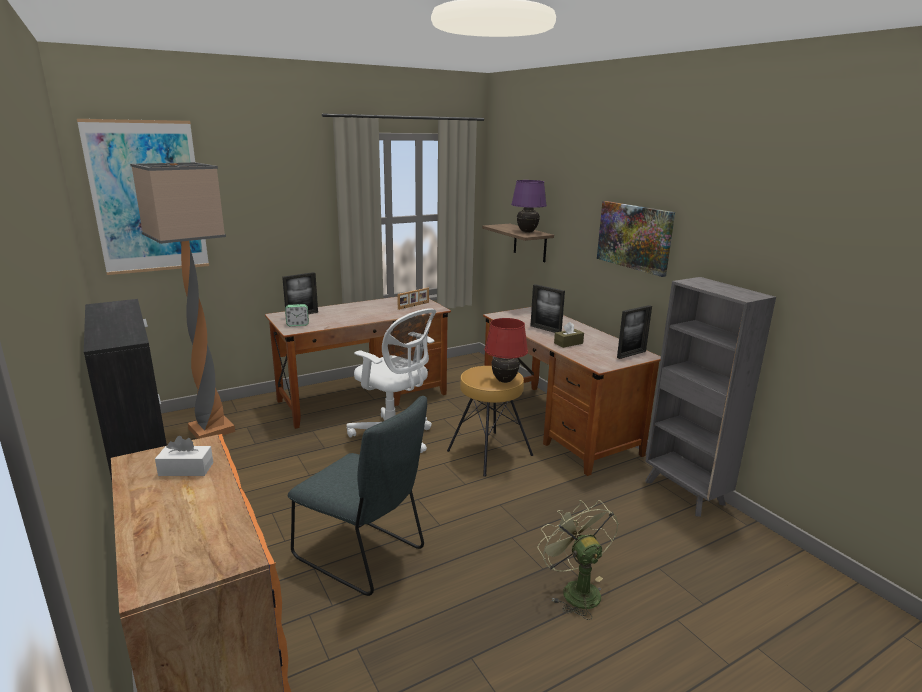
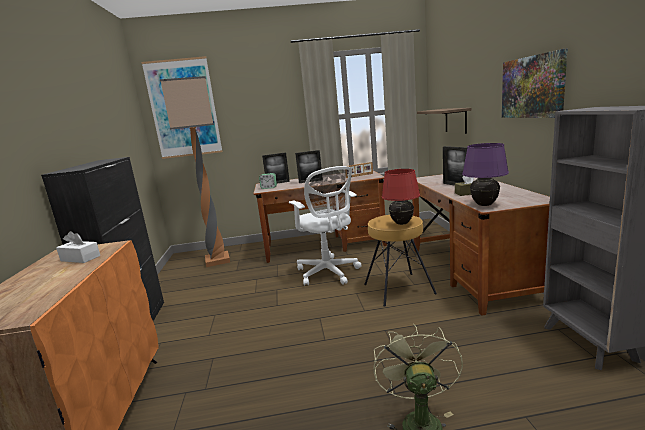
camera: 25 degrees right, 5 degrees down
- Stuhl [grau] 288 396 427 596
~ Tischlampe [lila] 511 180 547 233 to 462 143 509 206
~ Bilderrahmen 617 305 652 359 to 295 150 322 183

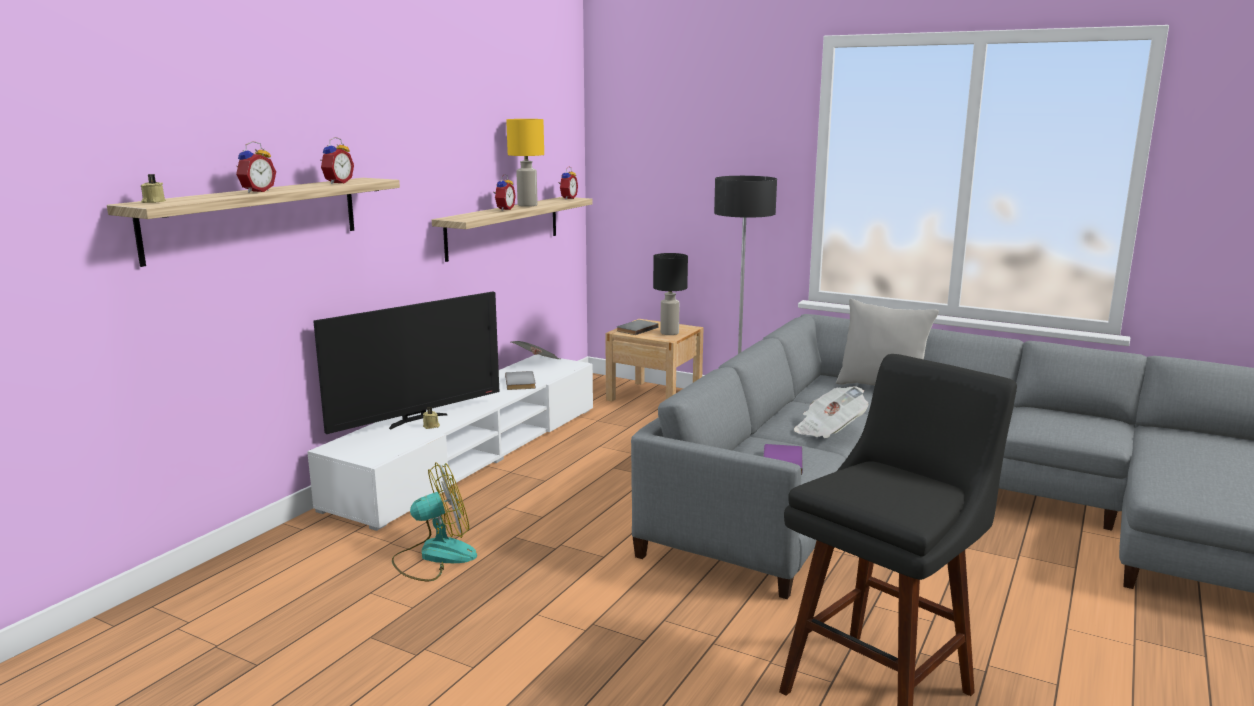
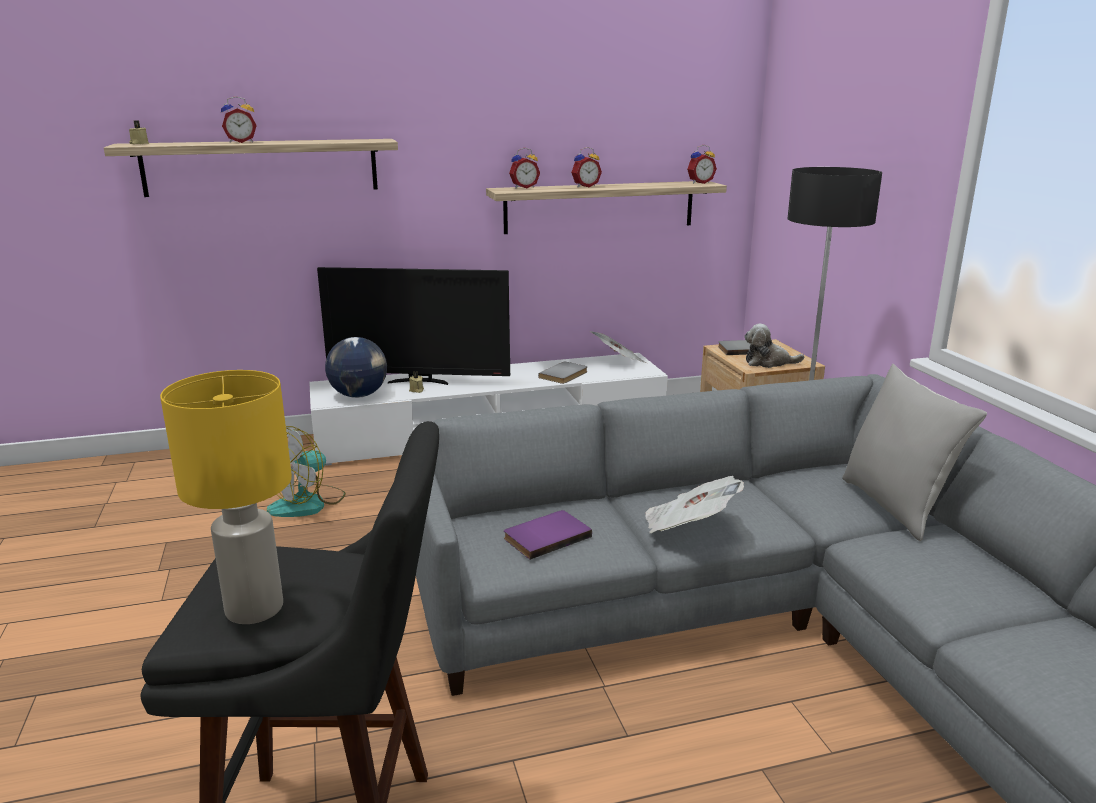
camera: 45 degrees right, 5 degrees up
+ Globus 325 337 387 398
~ Wecker 320 137 354 184 to 509 148 540 188
~ Tischlampe [gelb] 506 119 544 207 to 160 370 292 624
~ Tischlampe [schwarz] 653 253 688 335 to Plüschtier 744 324 804 368
~ Ventilator 392 462 477 581 = 267 426 346 517 105 degrees clockwise

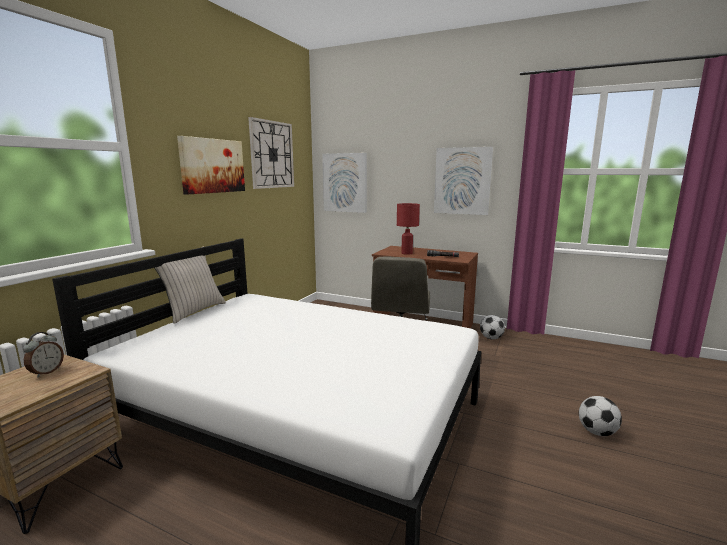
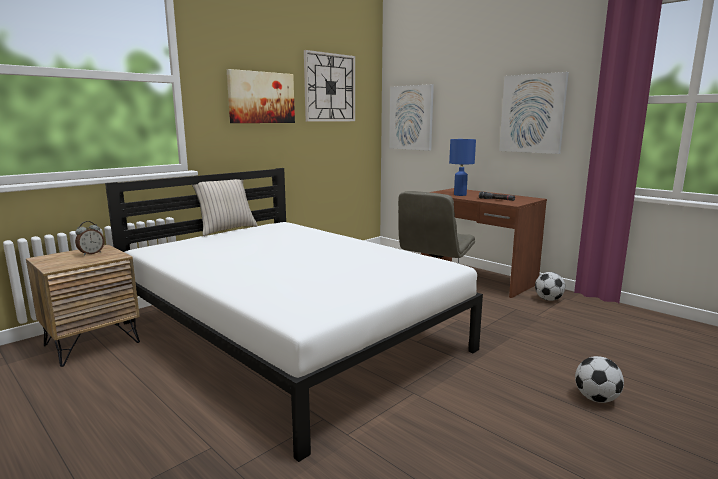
camera: 20 degrees right, 0 degrees up
~ Tischlampe [rot] 397 203 420 255 to Tischlampe [blau] 449 139 476 196

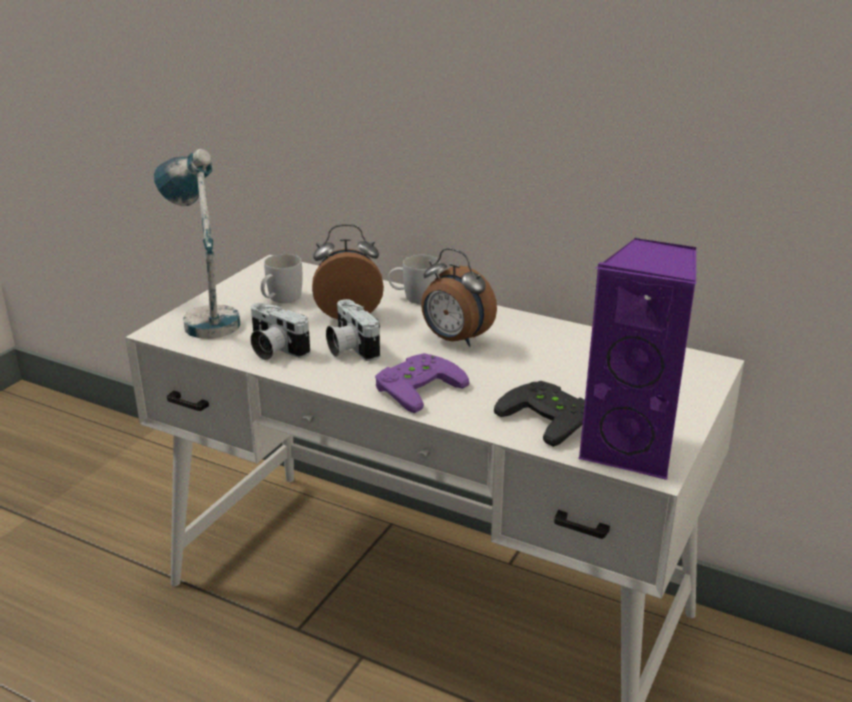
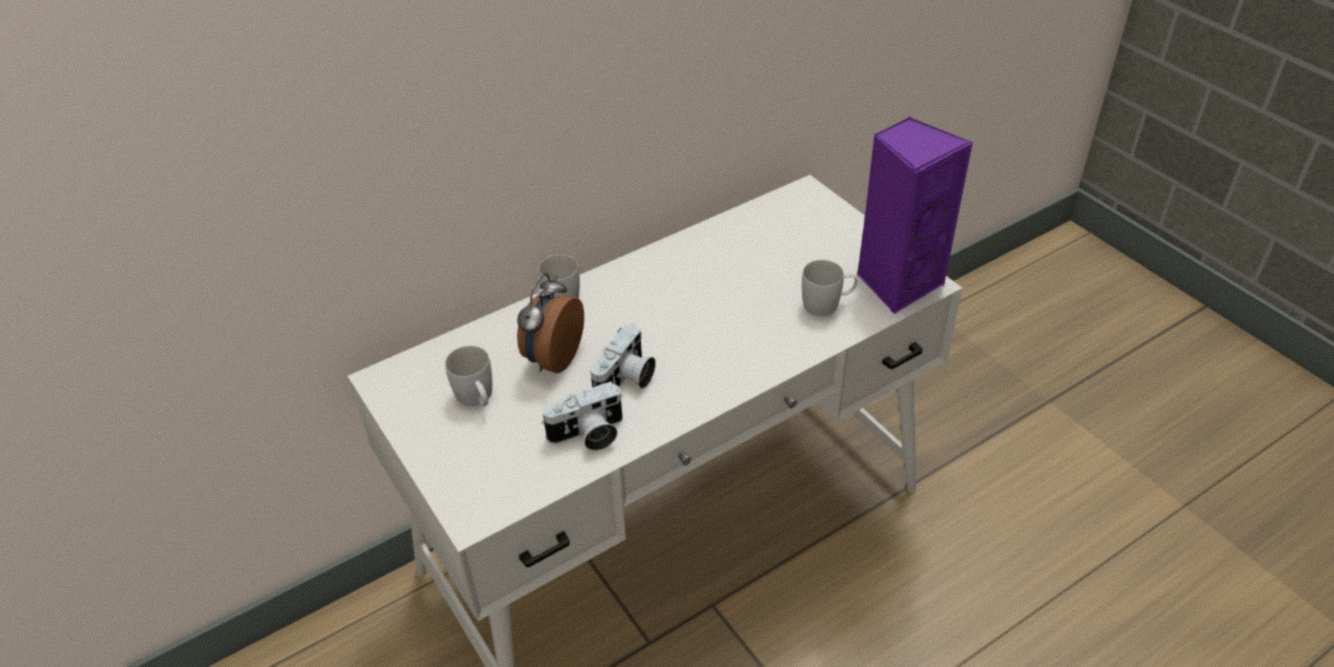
camera: 60 degrees left, 15 degrees up
- Tischlampe 154 149 241 339
- Gamepad [lila] 375 353 469 413
- Wecker 421 248 497 347
~ Gamepad [schwarz] 494 381 585 447 to Henkelbecher [weiß] 802 260 857 316
~ Kamera 326 299 380 361 = 590 325 656 388 60 degrees counterclockwise

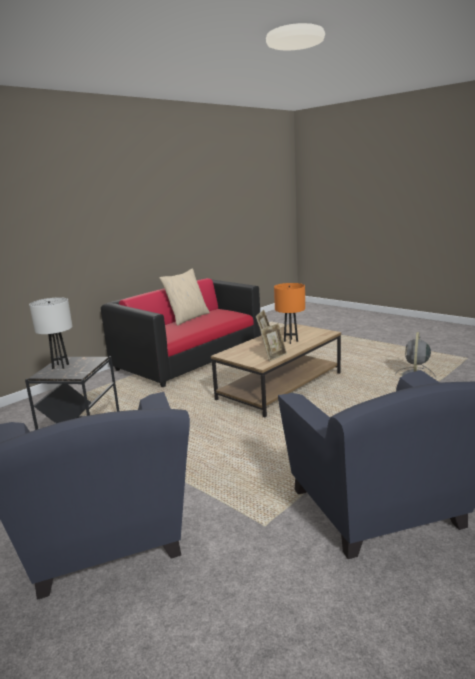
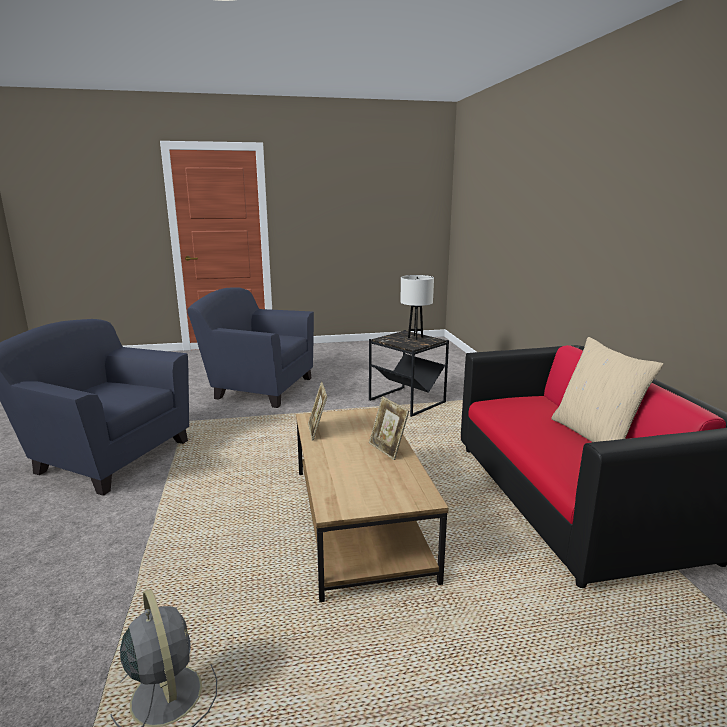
camera: 125 degrees right, 0 degrees up
- Tischlampe [orange] 274 283 305 344

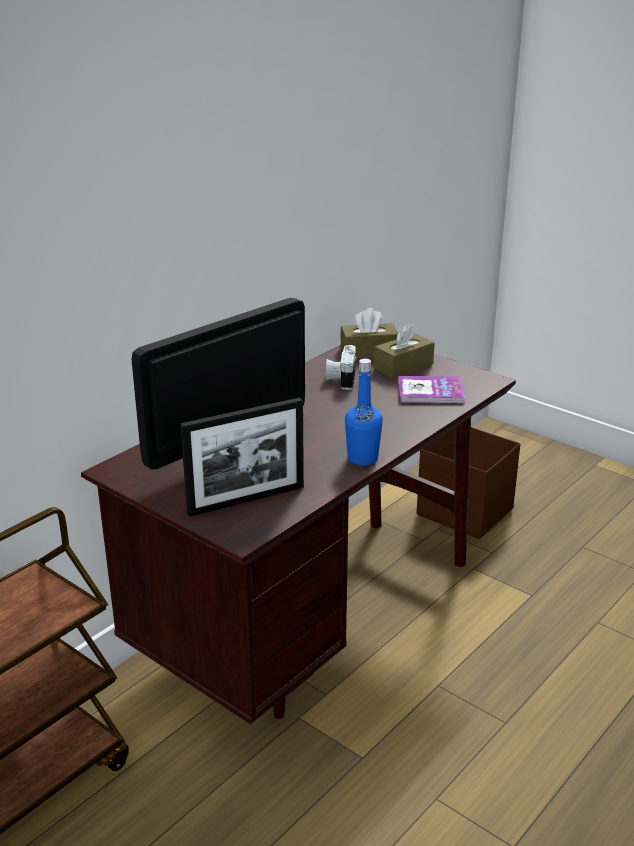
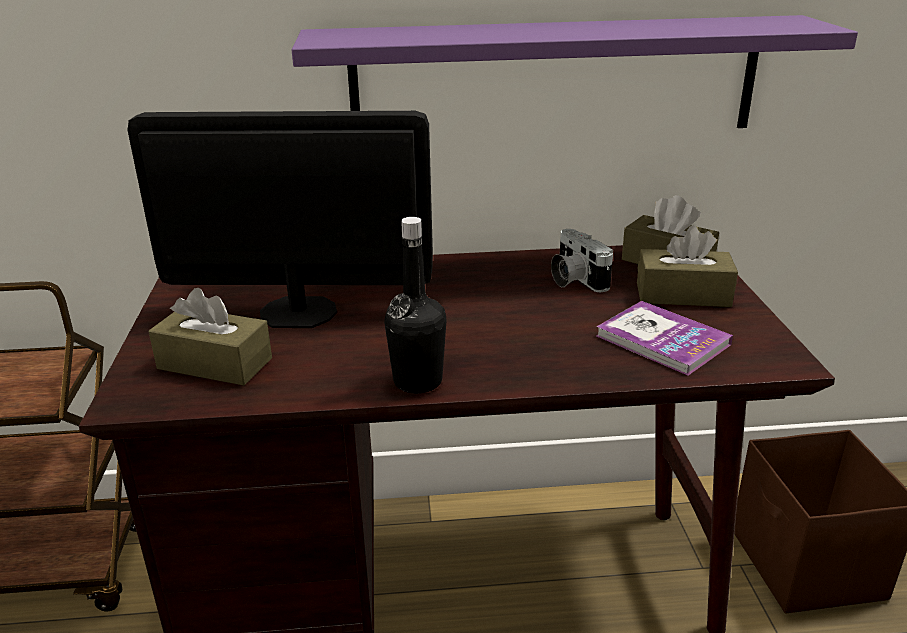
camera: 45 degrees right, 0 degrees up
+ Wandregal [lila] 292 15 858 128
~ Bilderrahmen 180 398 304 517 to Taschentuchbox [braun] 149 288 272 386
~ Flasche [blau] 345 359 383 466 to Flasche [schwarz] 384 217 446 394
~ Kamera 326 345 356 390 = 551 229 613 292 75 degrees counterclockwise

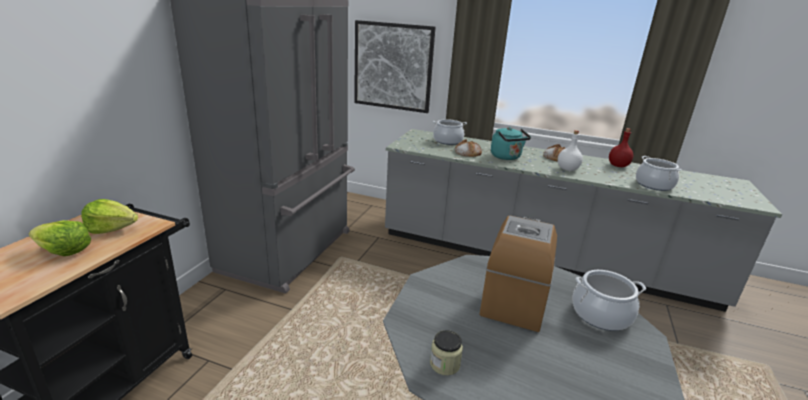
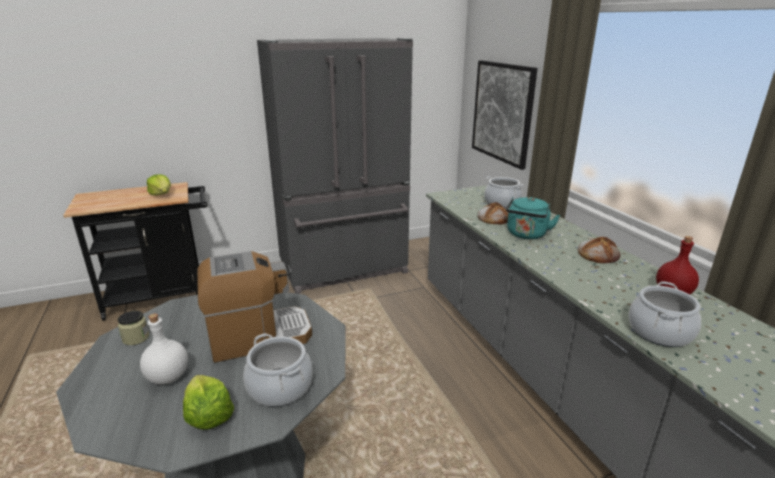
camera: 50 degrees right, 0 degrees up
~ Salatkopf 29 220 91 256 to 183 375 234 430
~ Flasche [weiß] 558 130 583 171 to 140 314 188 385

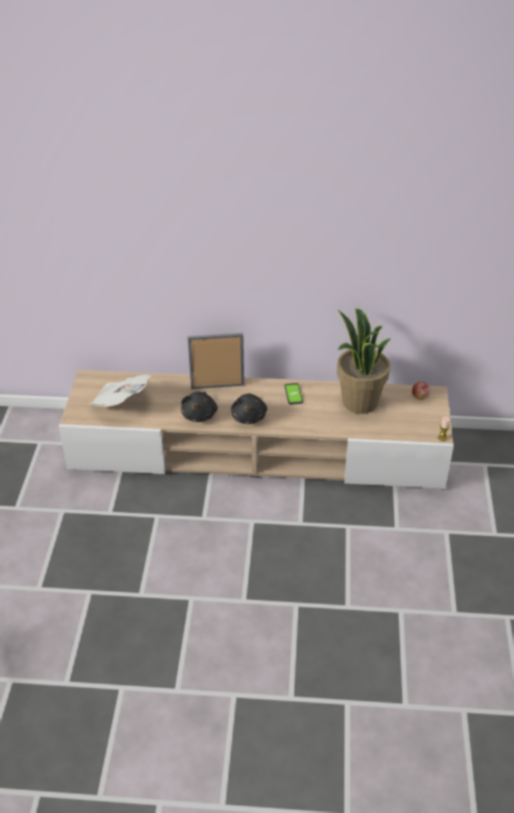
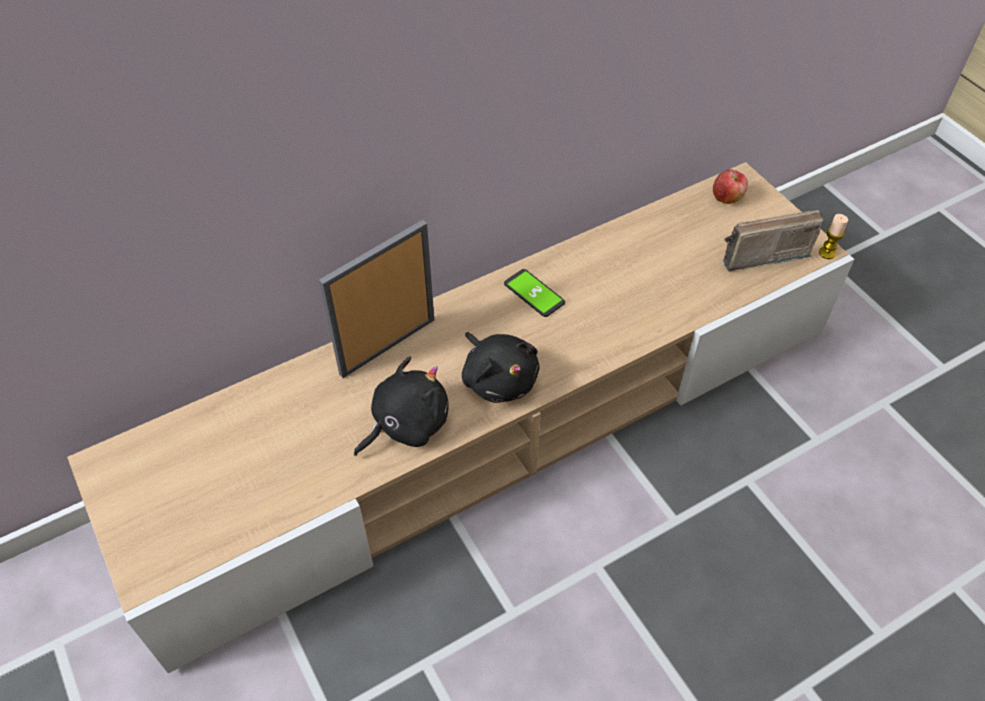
camera: 35 degrees left, 10 degrees up
- Zeitung 89 374 152 407
- Topfpflanze 337 308 391 414
+ Radio 722 210 824 271
~ Plüschtier [schwarz] 181 392 218 422 = 354 356 449 456 105 degrees counterclockwise

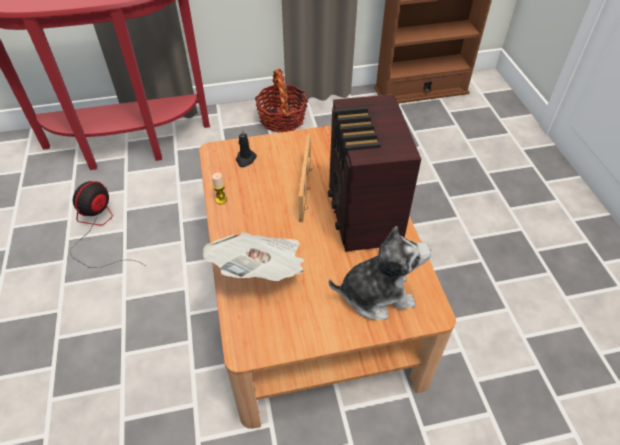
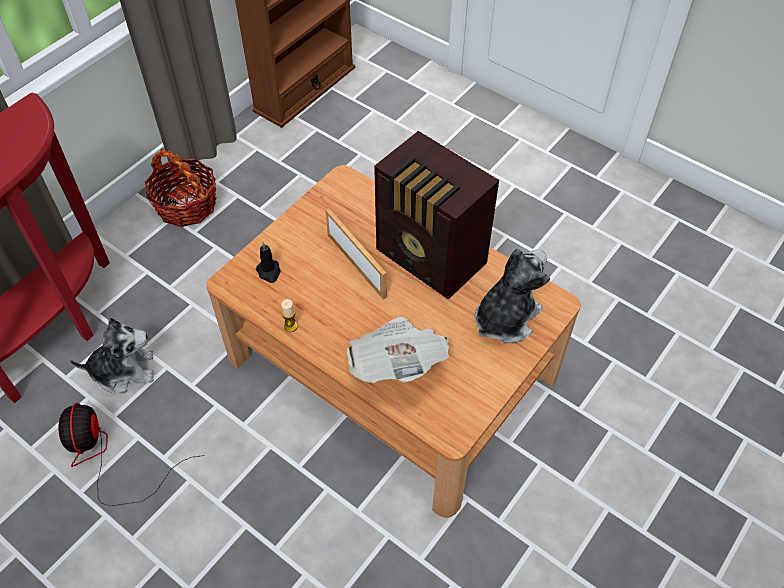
camera: 40 degrees left, 5 degrees up
+ Plüschtier 69 318 154 393

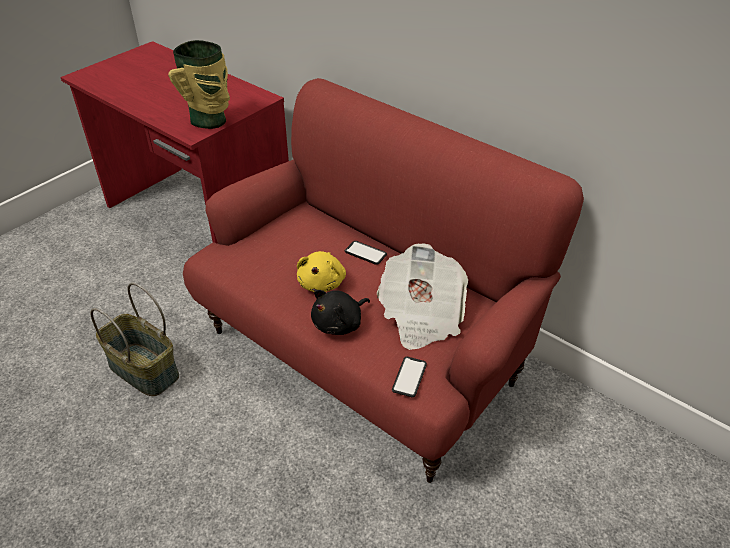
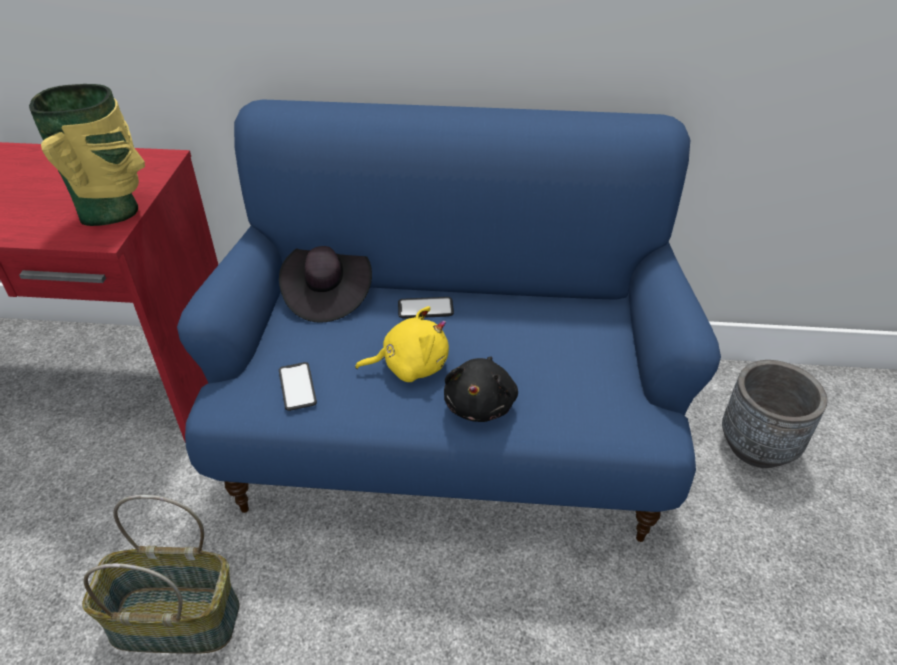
camera: 35 degrees left, 0 degrees up
- Zeitung 377 243 468 350
+ Hut [schwarz] 279 246 372 323
+ Pflanzkübel [grau] 722 360 827 468
~ Handy 392 357 427 397 to 279 362 317 411
~ Sofa [rot] 183 78 584 483 to Sofa [blau] 177 100 721 542
~ Plüschtier [gelb] 297 251 346 292 = 355 306 449 382 75 degrees counterclockwise

